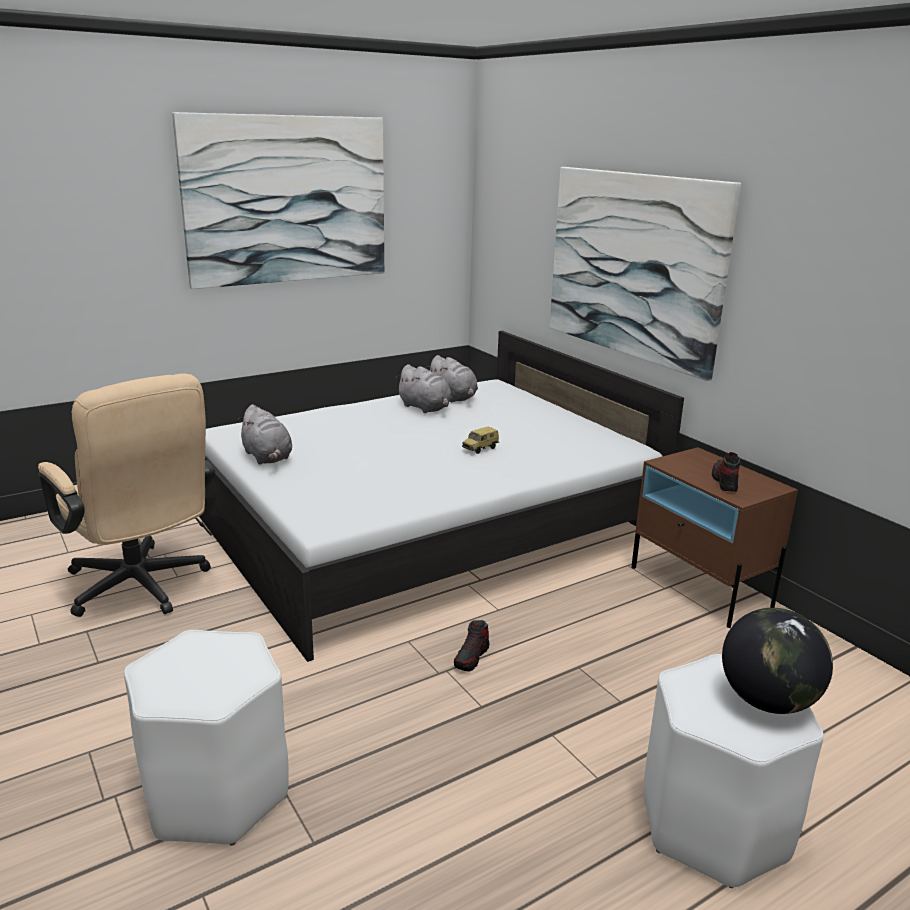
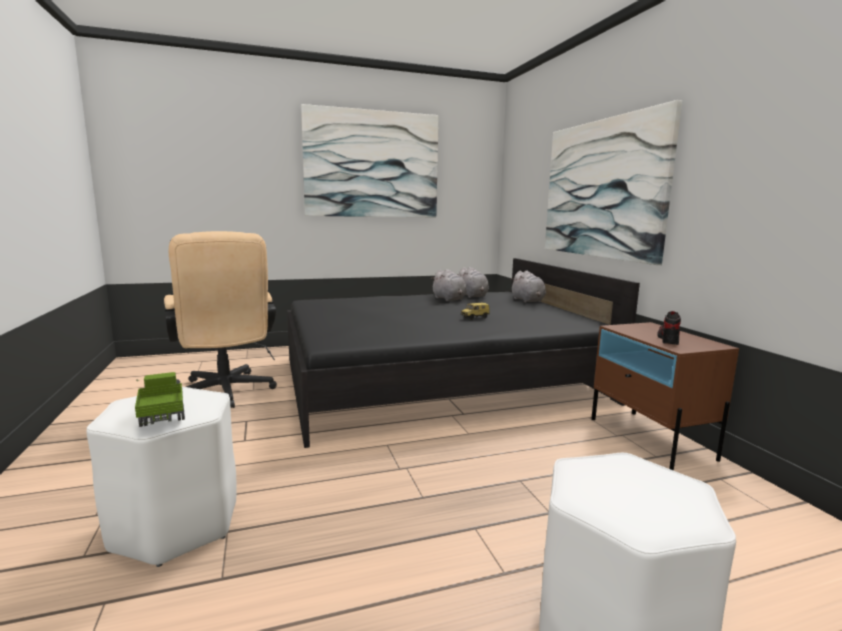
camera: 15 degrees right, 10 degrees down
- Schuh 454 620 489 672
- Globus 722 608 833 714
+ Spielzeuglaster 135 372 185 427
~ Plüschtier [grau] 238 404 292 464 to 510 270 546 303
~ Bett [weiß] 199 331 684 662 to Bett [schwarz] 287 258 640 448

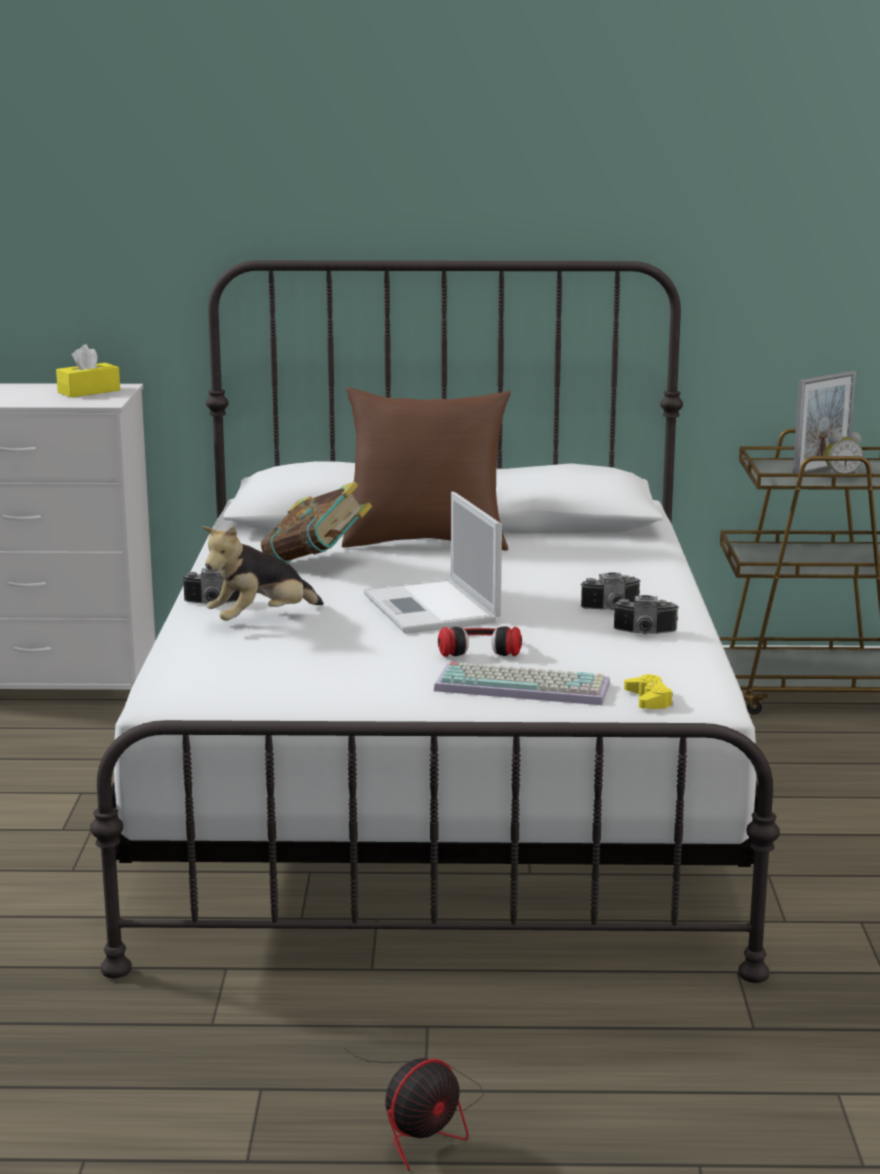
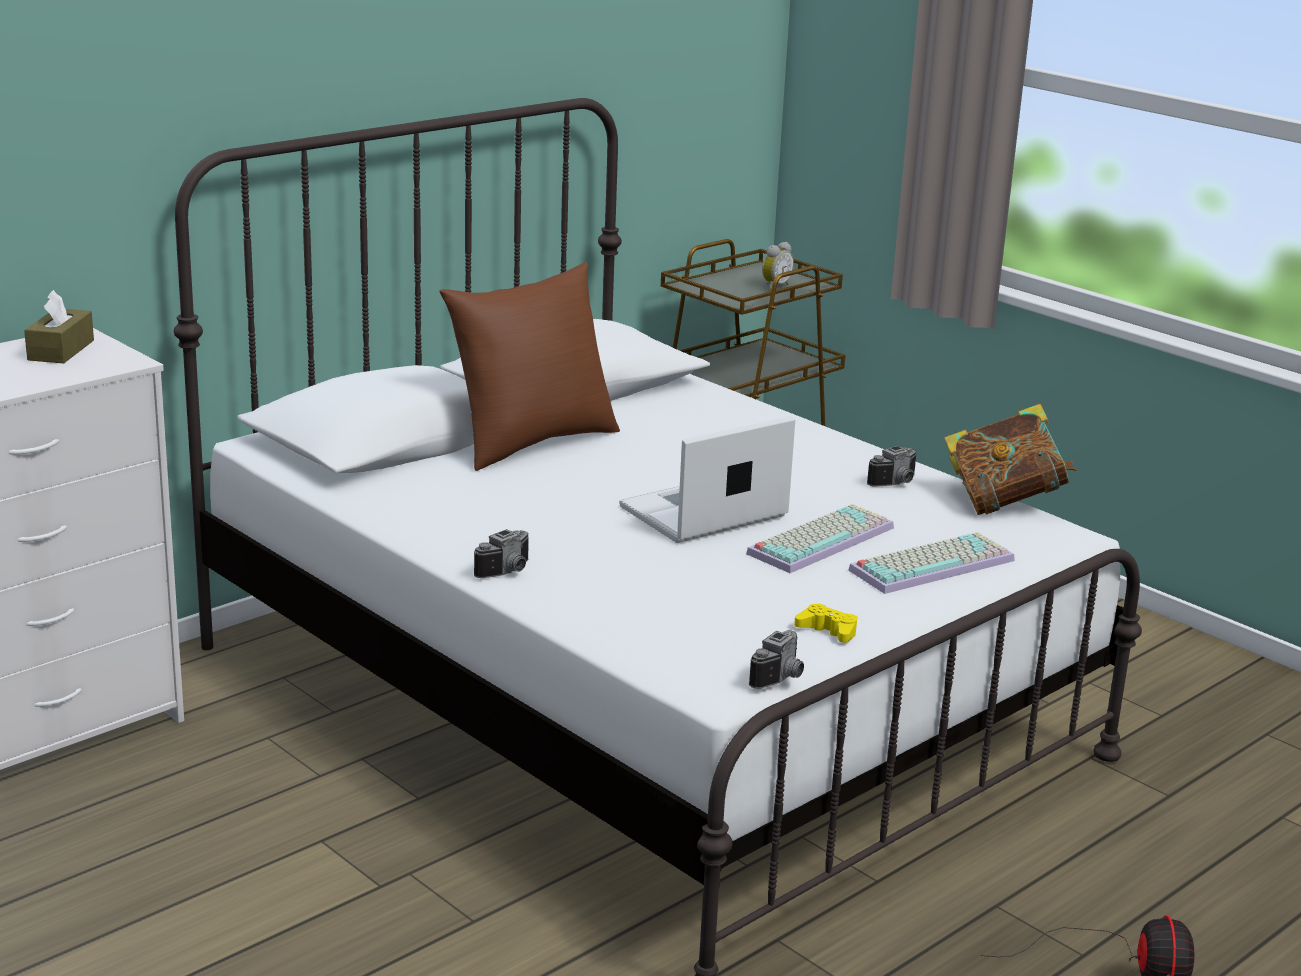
camera: 45 degrees left, 5 degrees up
- Plüschtier 202 525 324 621
- Bilderrahmen 793 370 856 473
~ Buch 261 482 372 563 to 944 404 1076 515
~ Kamera 580 572 641 610 to 749 630 804 689
~ Gamepad [gelb] 624 674 673 709 to 794 603 857 643
~ Kopfhörer 438 626 522 657 to Tastatur 746 504 894 573
~ Taschentuchbox [gelb] 56 344 120 397 to Taschentuchbox [braun] 24 290 94 364
~ Laptop 364 492 502 634 = 619 416 795 543 120 degrees clockwise

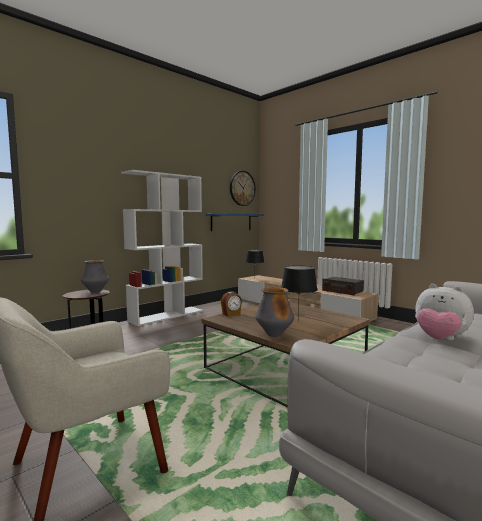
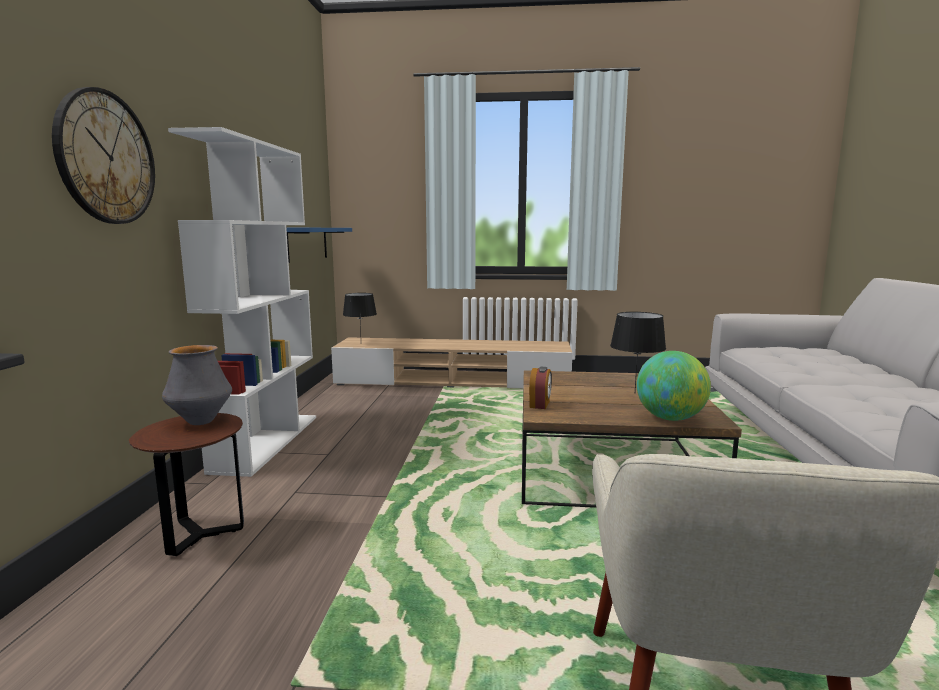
camera: 40 degrees left, 5 degrees up
- Radio 322 277 364 295
- Plüschtier 415 284 474 340
~ Wanduhr 230 171 256 206 to 52 87 155 224
~ Vase 255 287 295 337 to Globus 636 351 711 421

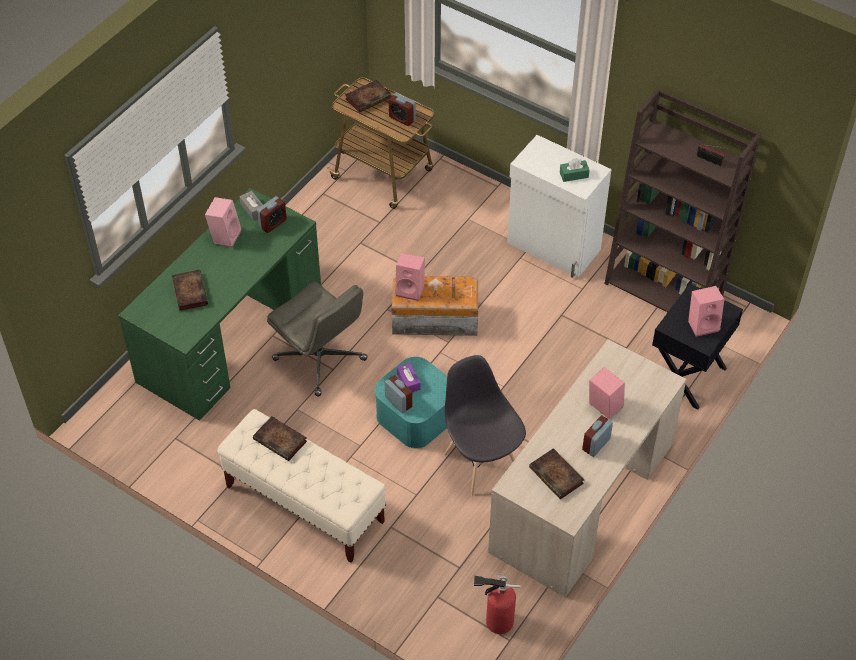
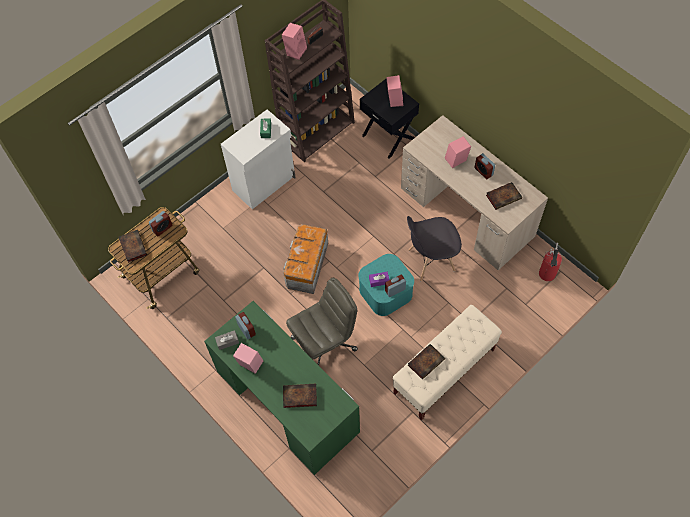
camera: 75 degrees left, 10 degrees up
~ Lautsprecher [rosa] 395 253 425 301 to 282 23 307 60

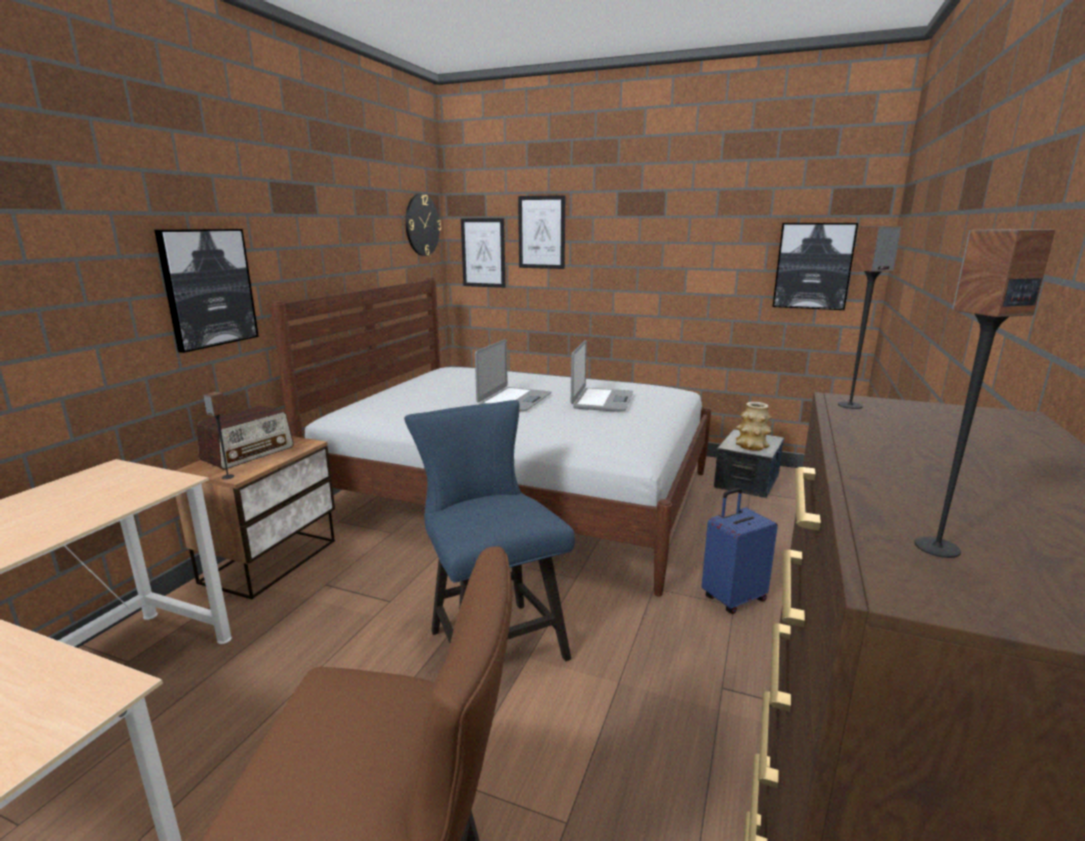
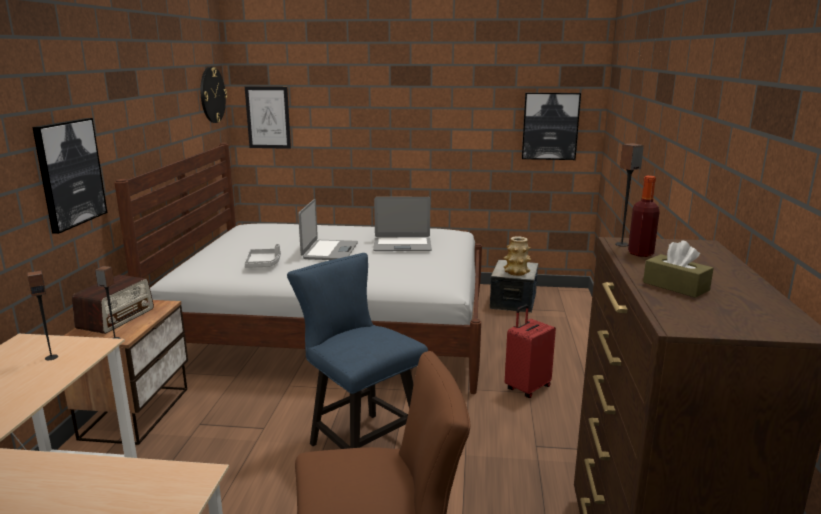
camera: 15 degrees left, 0 degrees up
- Bild 518 195 565 269
+ Tablett [grau] 245 244 281 267
+ Flasche 628 176 660 257
+ Taschentuchbox [braun] 643 240 714 298
~ Lautsprecher 914 229 1055 558 to 27 270 58 360
~ Koffer [blau] 702 488 778 614 to Koffer [rot] 505 305 556 398
~ Laptop 571 340 633 412 = 373 197 432 251 90 degrees clockwise

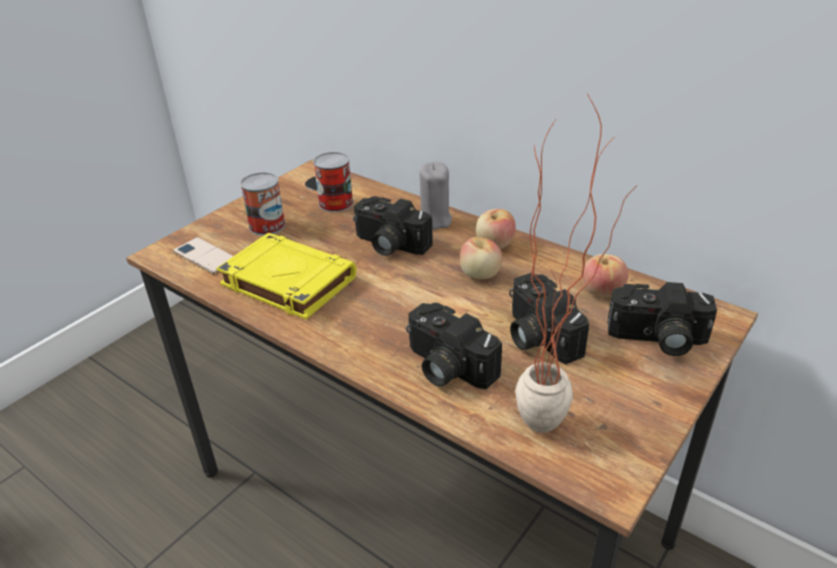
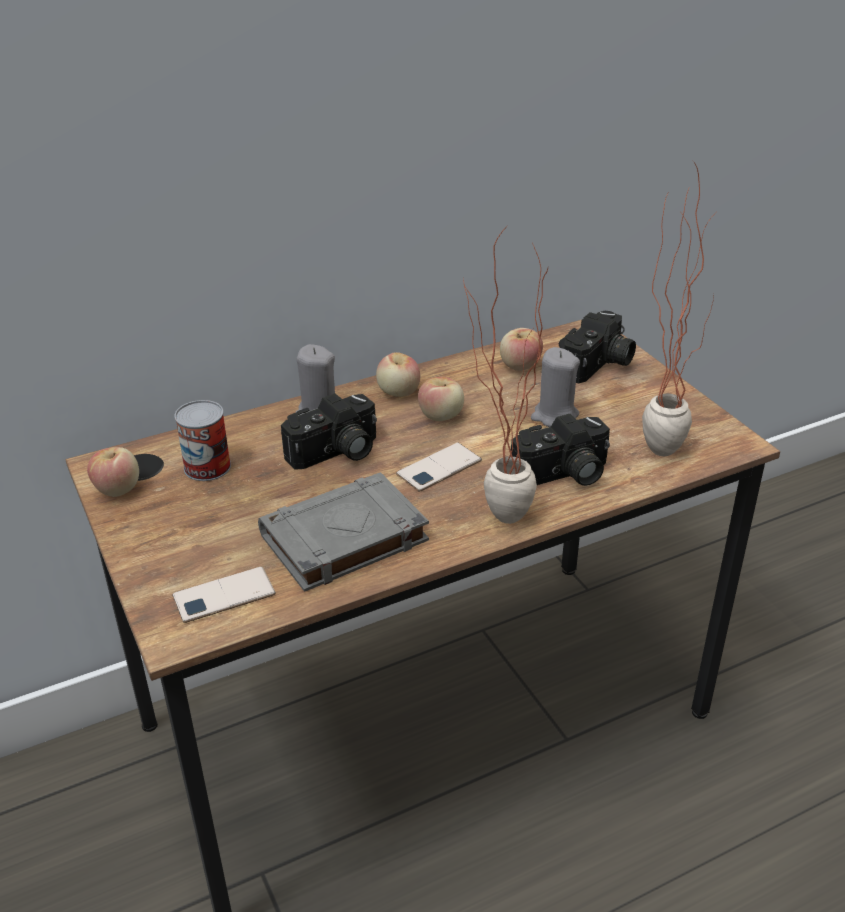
camera: 65 degrees left, 0 degrees up
- Dose 240 172 286 235
+ Apfel 87 447 139 497
+ Handy 396 443 482 492
+ Topfpflanze 463 224 548 524
~ Kamera 509 273 589 364 to Kerze [grau] 531 347 580 427
~ Buch [gelb] 216 233 357 319 to Buch [grau] 258 472 429 592

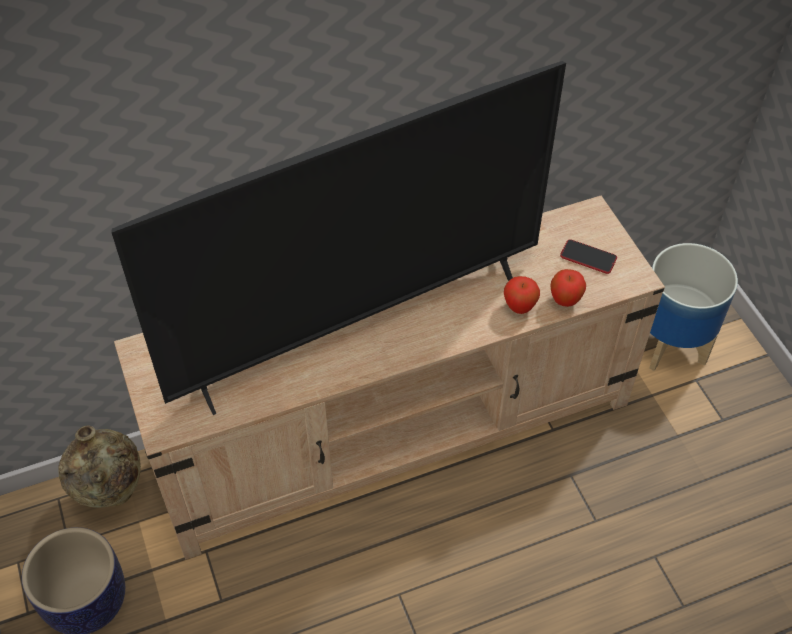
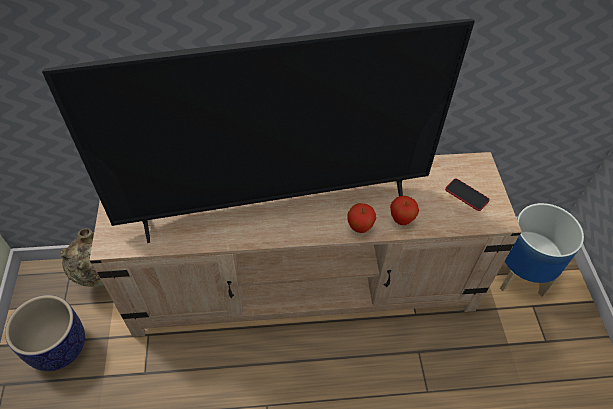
camera: 15 degrees right, 0 degrees up
~ Apfel 550 269 586 307 to 347 203 376 233

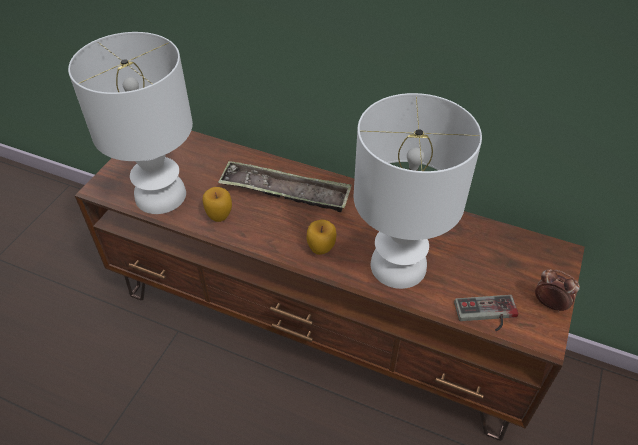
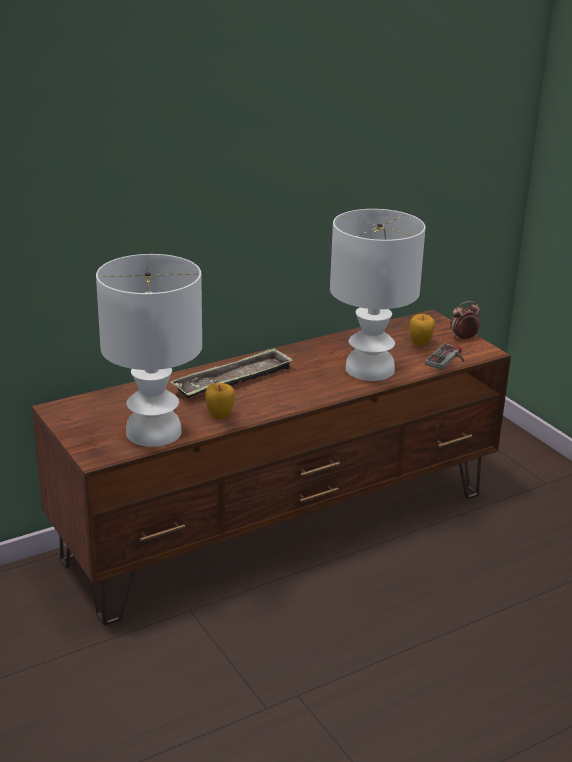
camera: 55 degrees left, 20 degrees down
~ Apfel 307 220 337 255 to 409 314 435 346

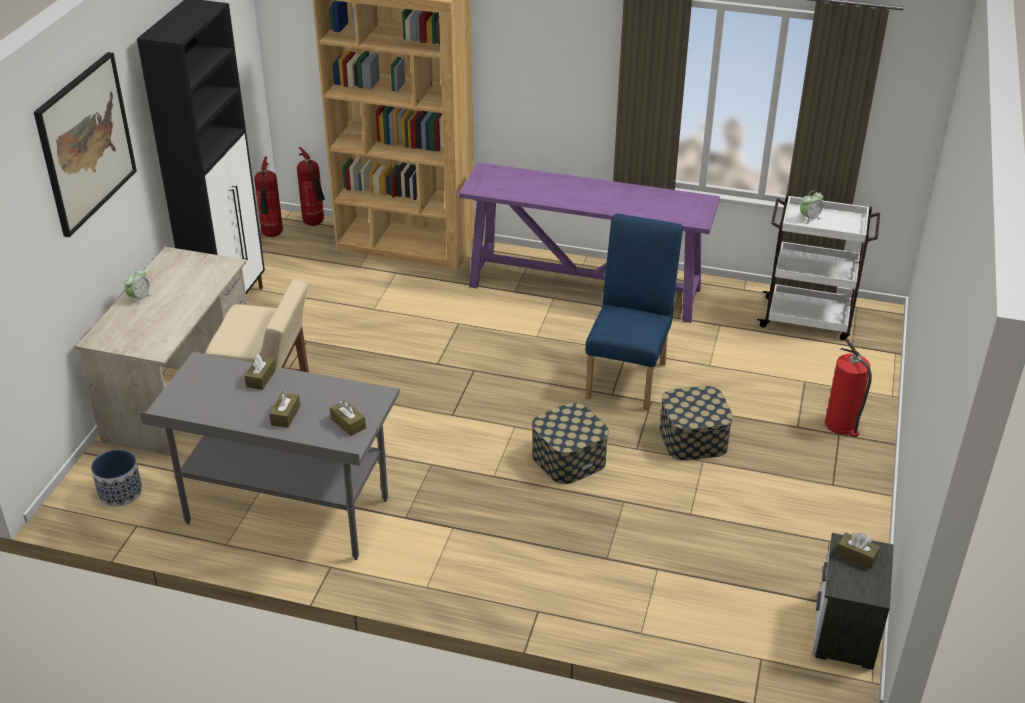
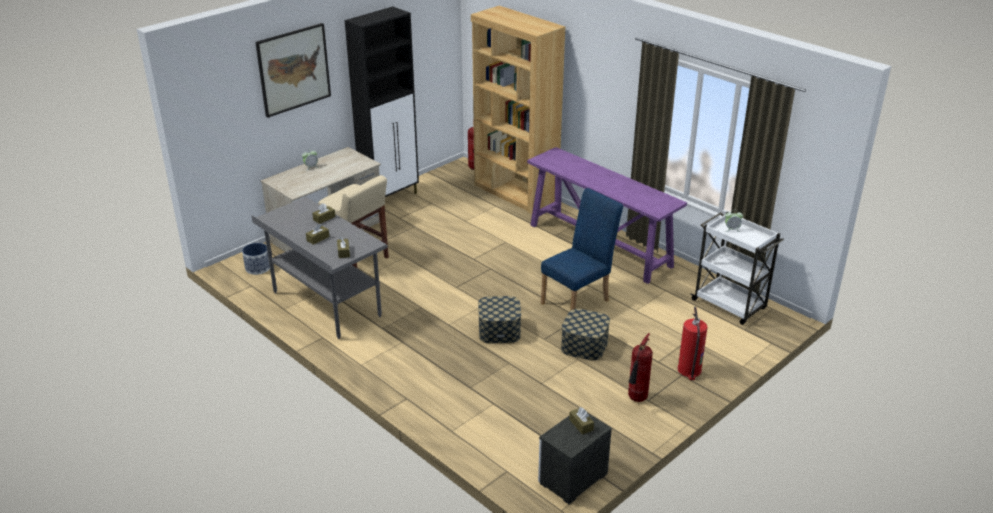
camera: 30 degrees right, 5 degrees down
~ Feuerlöscher 254 156 283 237 to 628 333 653 402

